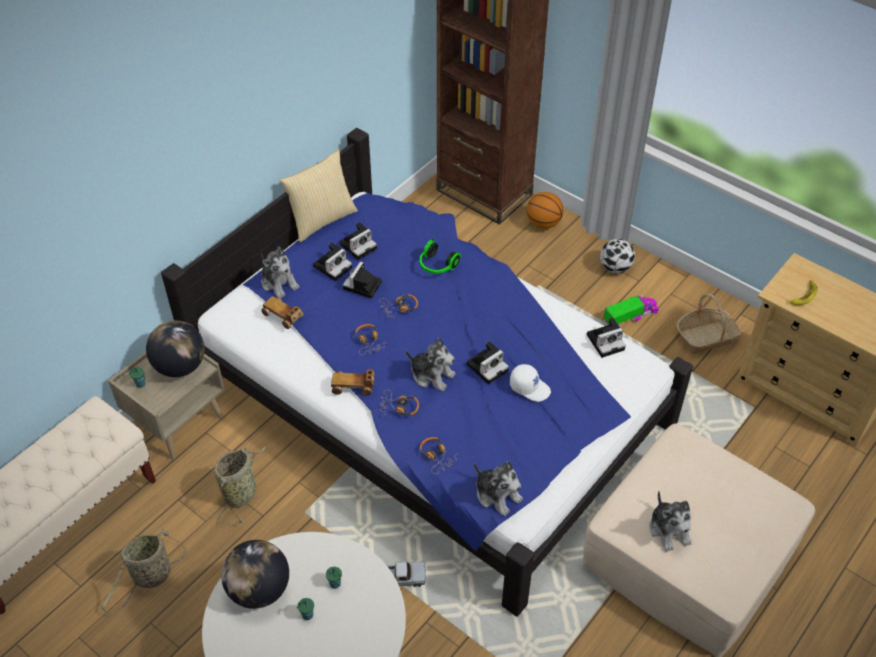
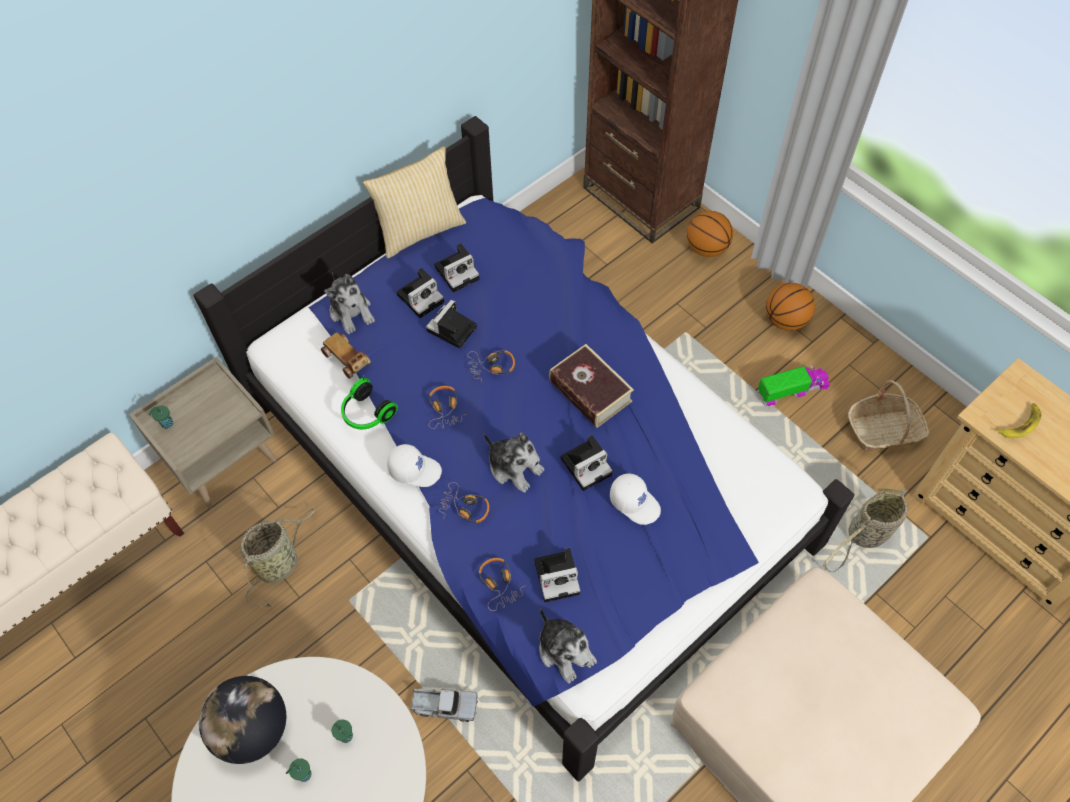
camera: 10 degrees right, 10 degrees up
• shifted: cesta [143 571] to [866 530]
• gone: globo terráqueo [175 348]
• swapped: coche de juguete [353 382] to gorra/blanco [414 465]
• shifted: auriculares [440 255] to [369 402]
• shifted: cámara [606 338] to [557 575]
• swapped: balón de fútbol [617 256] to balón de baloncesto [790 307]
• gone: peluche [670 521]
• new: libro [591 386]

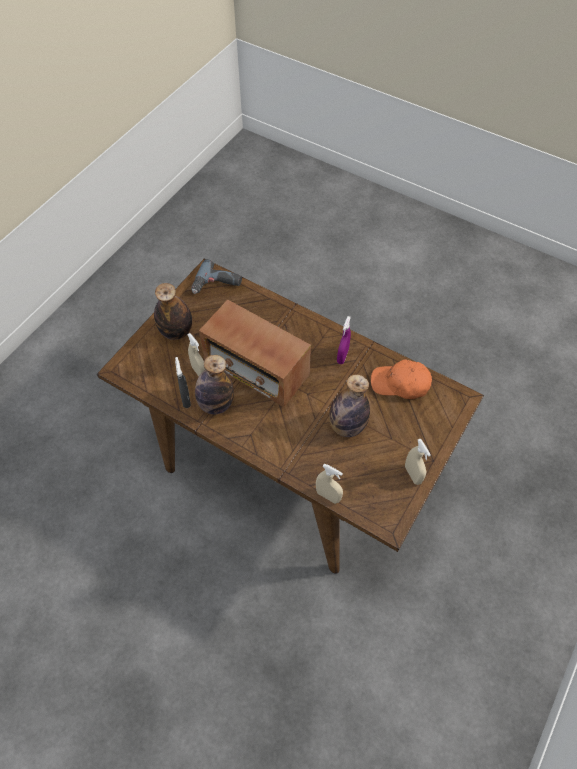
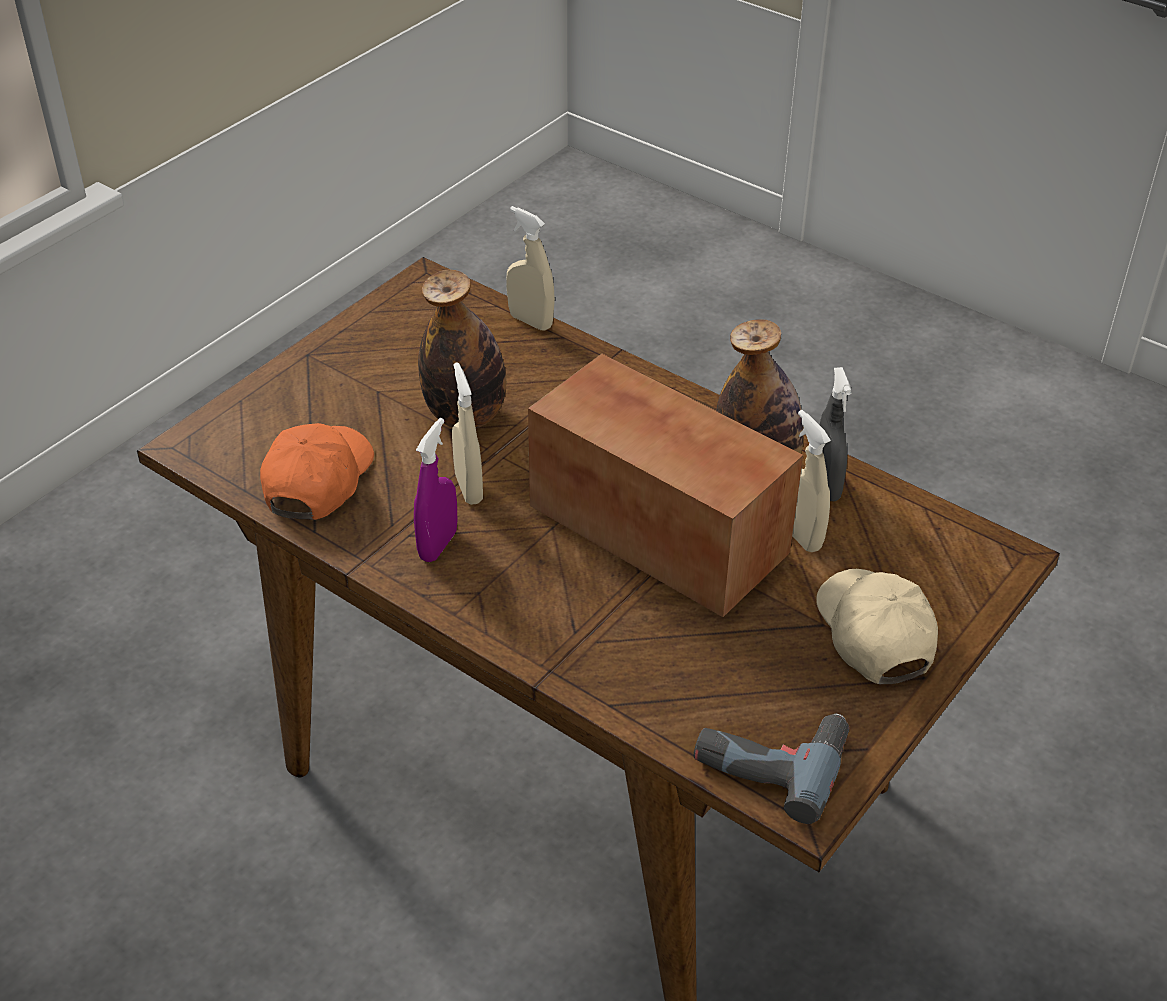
camera: 175 degrees left, 15 degrees down
• swapped: botella [173 311] to gorra/beis [877 626]
• rotated: gorra/naranja [401 379] = [317 471] 90 degrees counterclockwise
• shifted: pulverizador/beis [418 461] to [467 433]

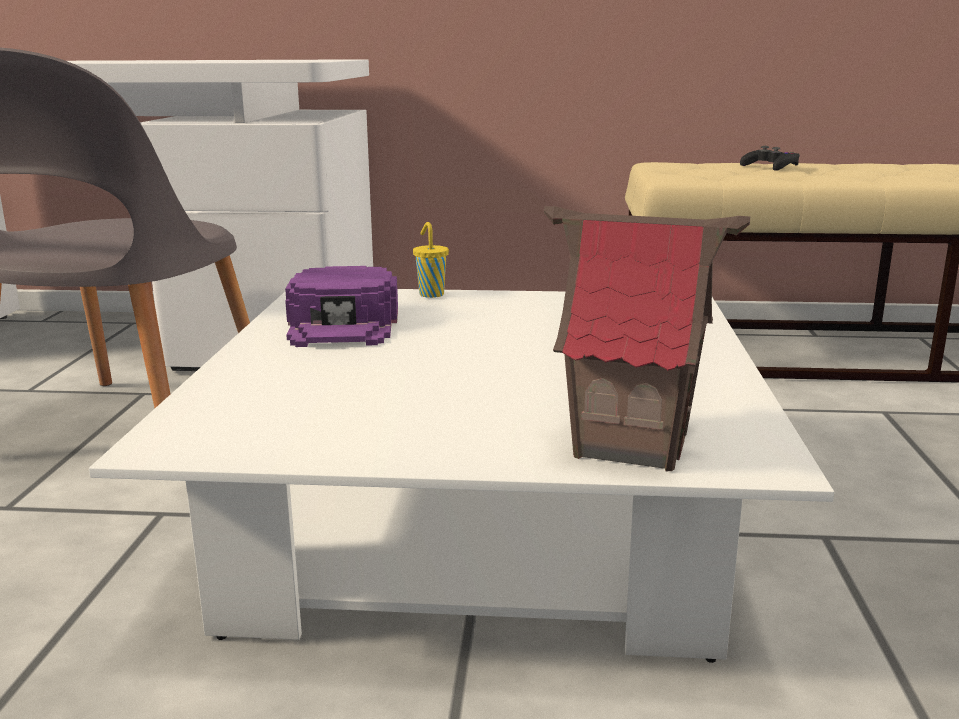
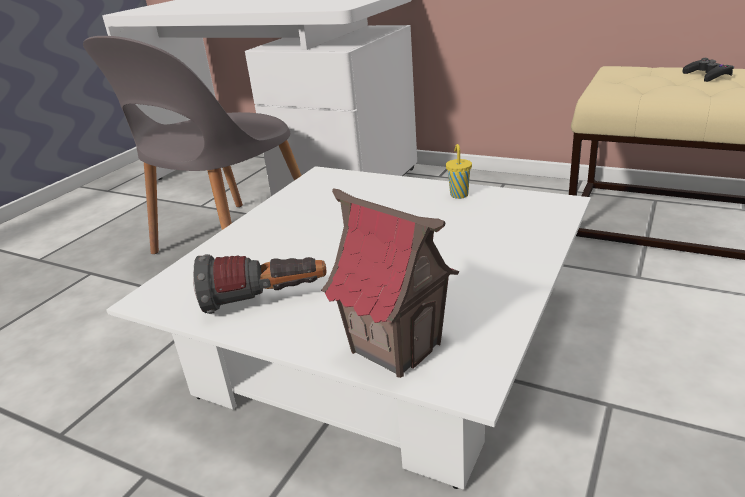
camera: 25 degrees right, 10 degrees up
• gone: gorra/morado [341 306]
• shifted: taza/amarillo [431 260] to [459 171]
• new: linterna [260 284]

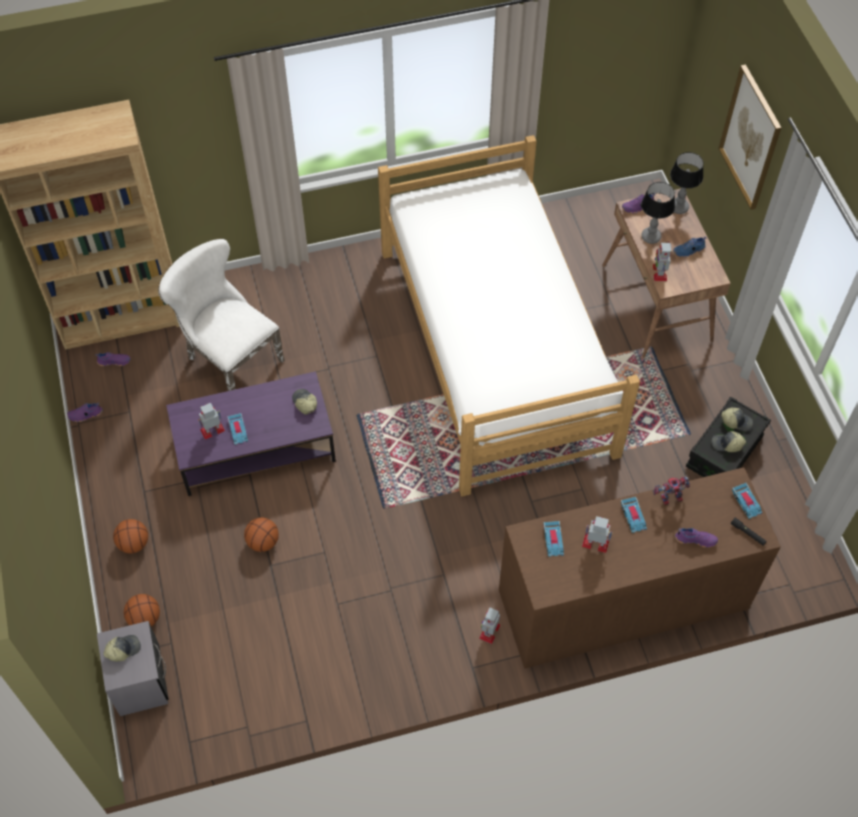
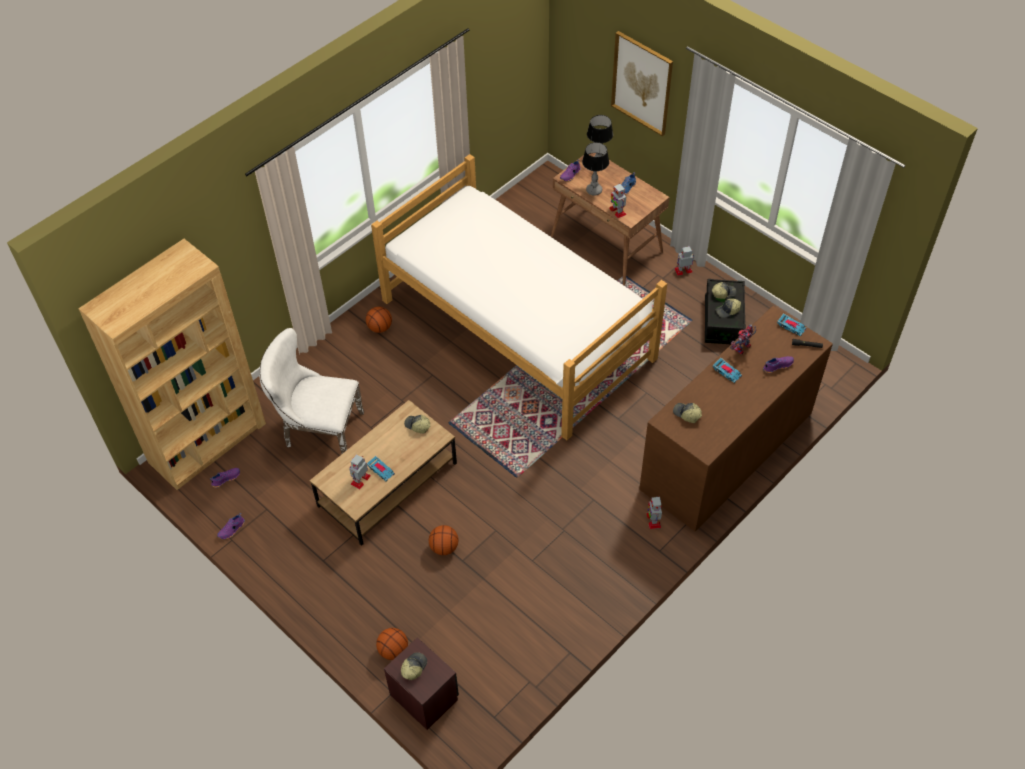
camera: 30 degrees left, 5 degrees down
• repainted: mesita de noche/gris [133 668] to mesita de noche/marrón [421 683]
• shifted: balón de baloncesto [130 536] to [379 320]
• repainted: mesa de centro/morado [251 433] to mesa de centro/marrón [383 473]
• swapped: coche de juguete [554 539] to gorra [687 413]
• shifted: robot de juguete [597 534] to [684 261]

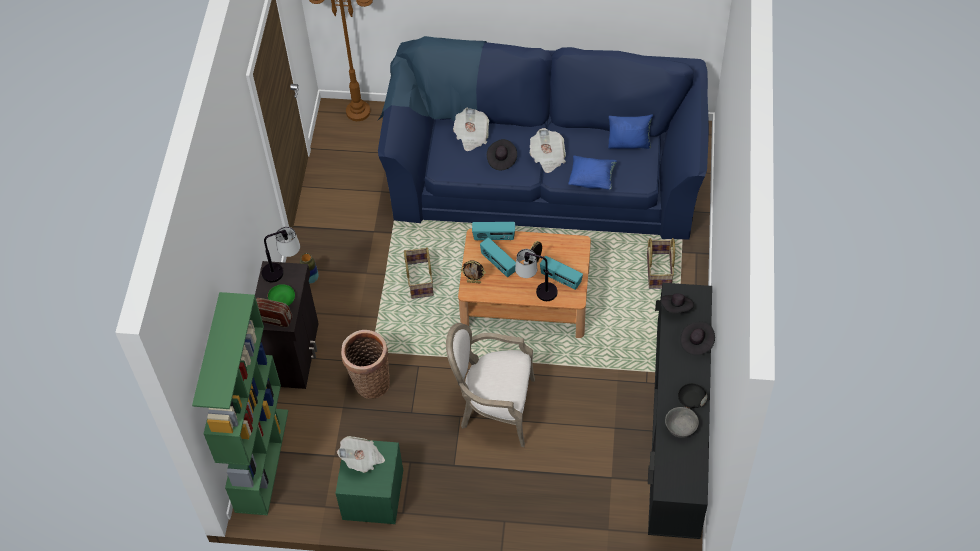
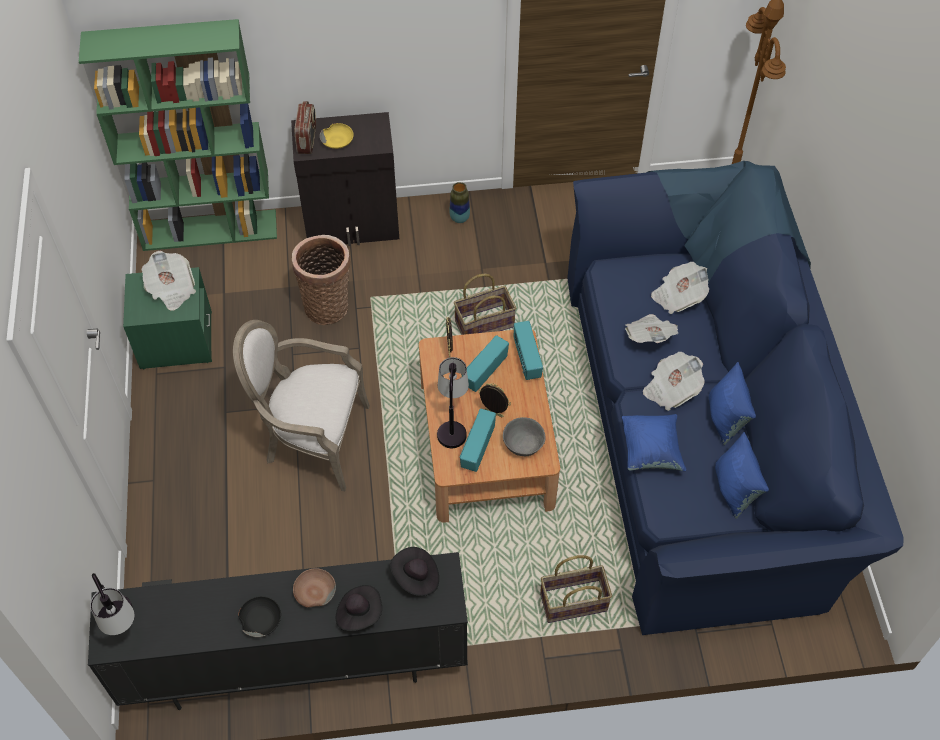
camera: 75 degrees right, 0 degrees up
• shifted: lámpara de mesa [280 254] to [112 604]
• repainted: cuenco/verde [281 295] to cuenco/amarillo [337 136]
• rotated: sillón [490 385] = [301 405] 75 degrees counterclockwise
• swapped: sombrero/negro [502 154] to periódico [651 328]
• shifted: cuenco/gris [682 422] to [524 436]
• new: cuenco/marrón [314 587]
• new: cojín/azul [732 403]

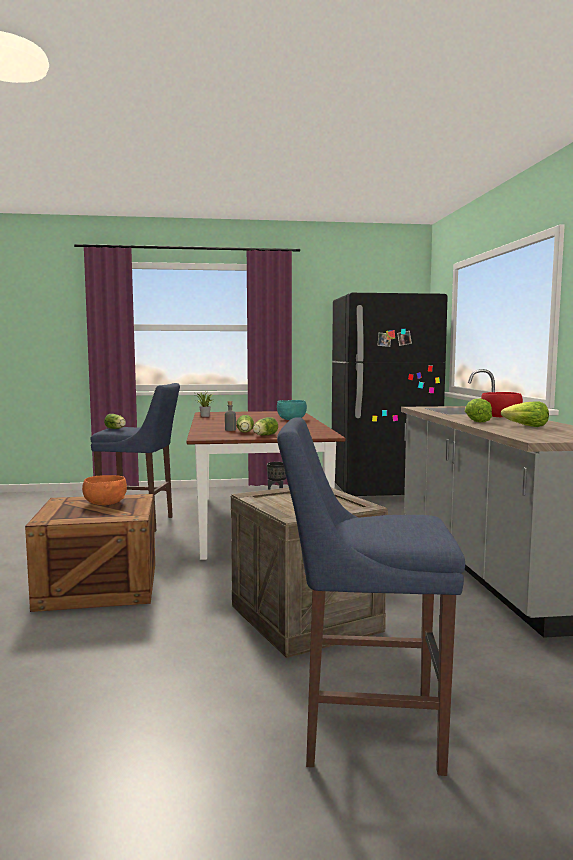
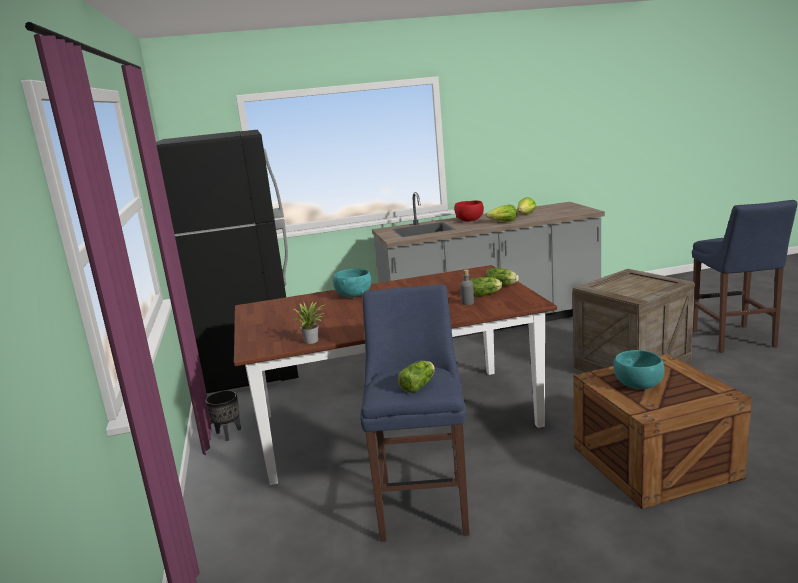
camera: 95 degrees left, 10 degrees up
• repainted: cuenco/naranja [104 490] to cuenco/turquesa [638 369]

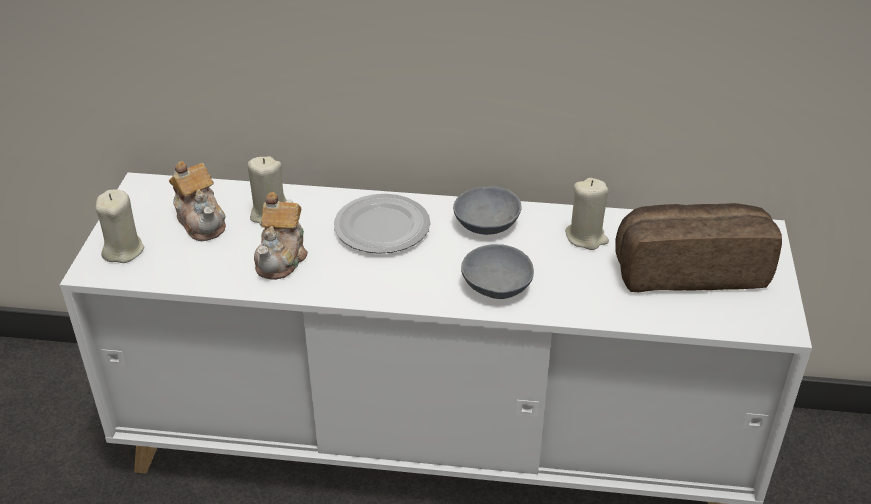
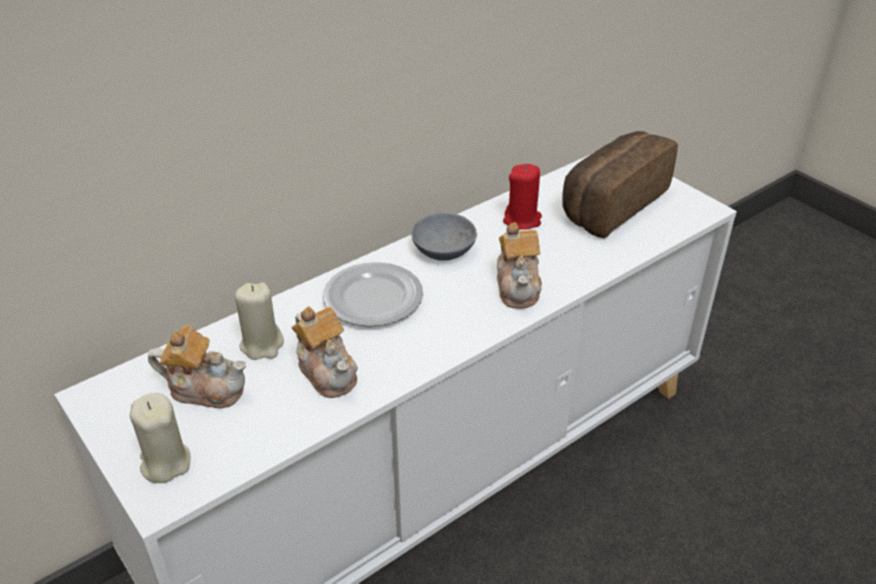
camera: 45 degrees left, 0 degrees up
• swapped: cuenco/gris [497 271] to tetera [519 265]
• repainted: vela/beis [587 214] to vela/rojo [522 197]

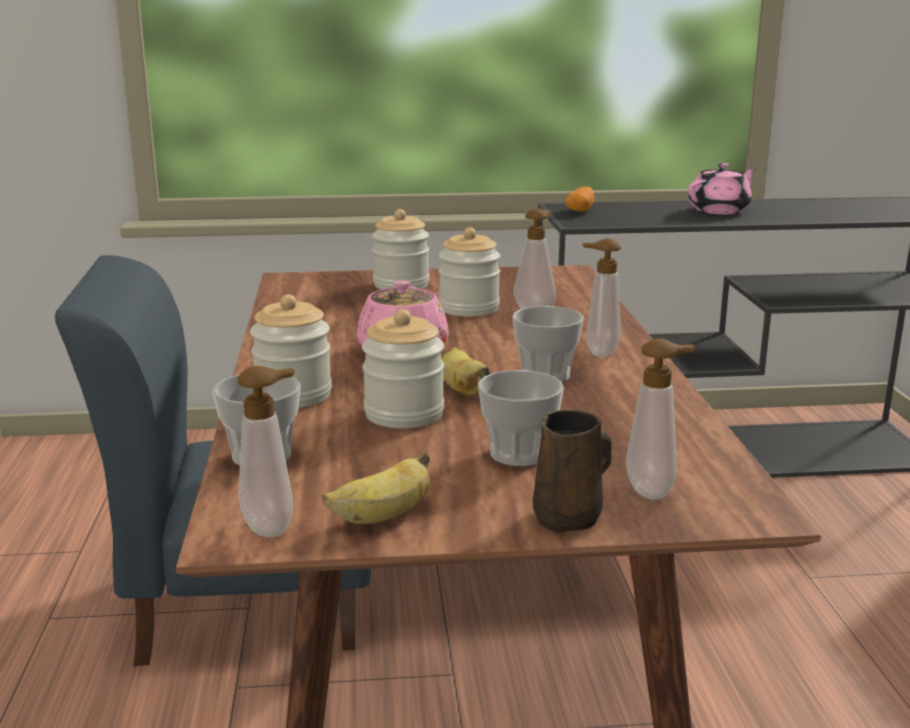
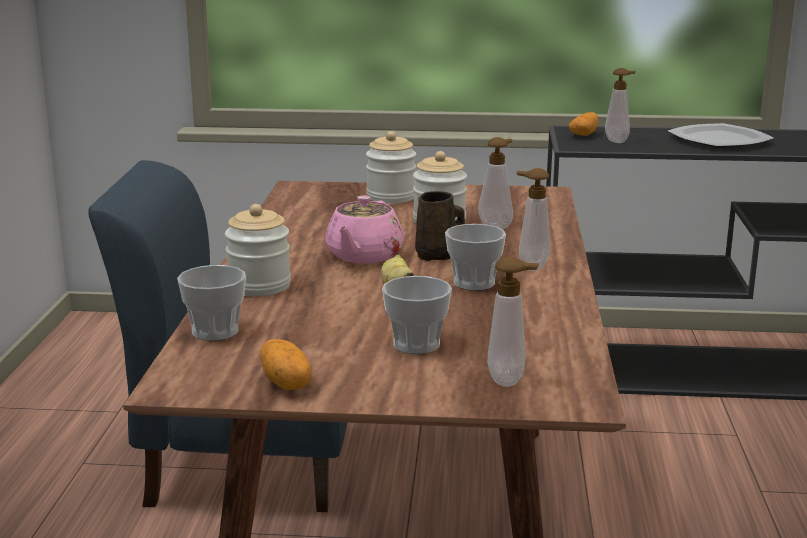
camera: 10 degrees right, 0 degrees up
• shifted: dispensador de jabón [266 451] to [620 105]
• swapped: plátano [376 488] to patata [286 365]
• gone: tarro [403 368]
• shifted: taza grande/marrón [572 471] to [440 226]
• swapped: tetera/rosa [723 188] to plato [721 135]

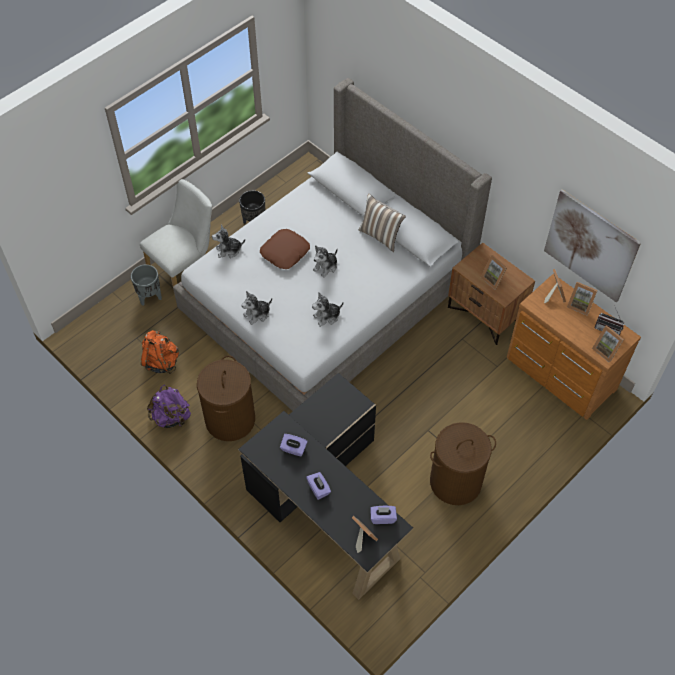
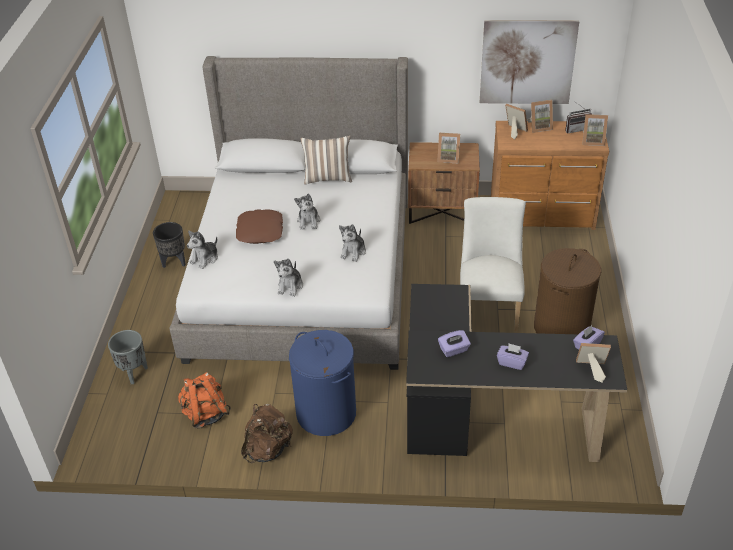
camera: 40 degrees left, 15 degrees down
• shifted: silla/blanco [176 233] to [493 264]
• repainted: mochila/morado [169 406] to mochila/marrón [267 433]
• repainted: cesto de la ropa/marrón [226 398] to cesto de la ropa/azul [322 383]

